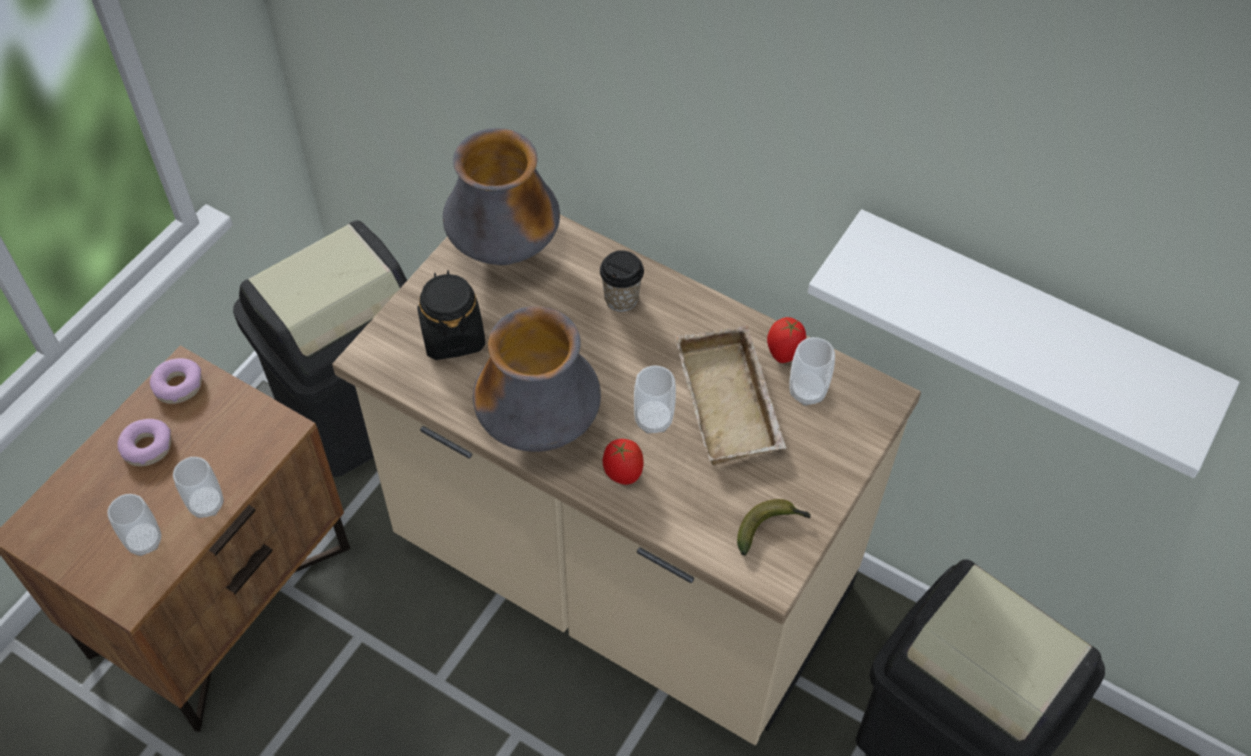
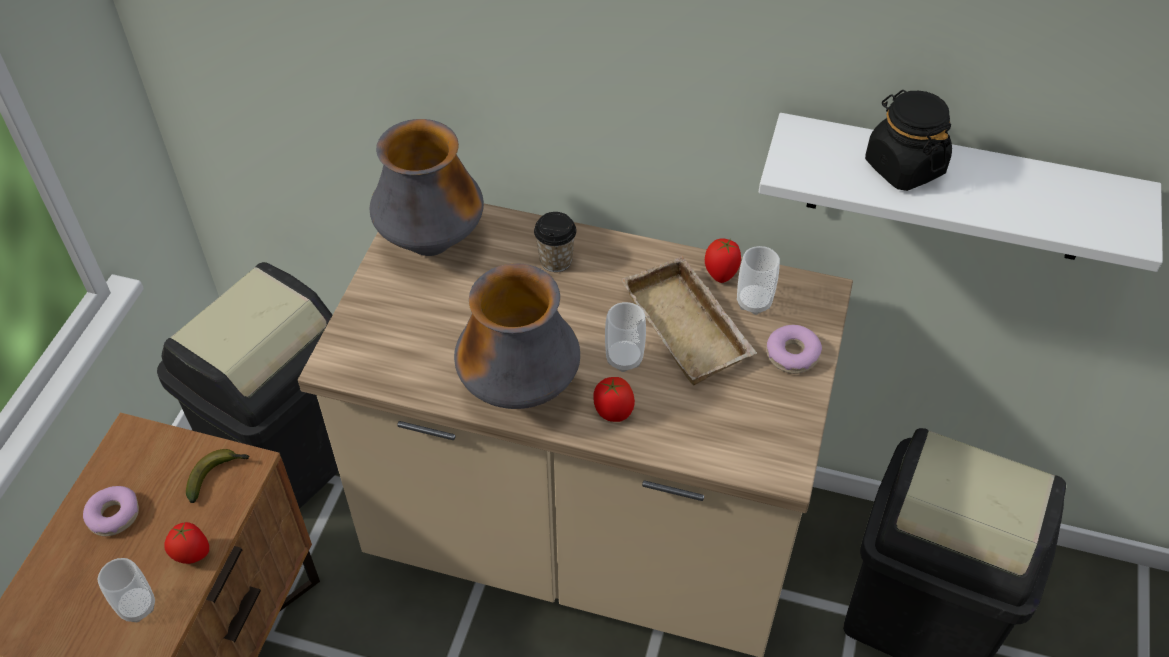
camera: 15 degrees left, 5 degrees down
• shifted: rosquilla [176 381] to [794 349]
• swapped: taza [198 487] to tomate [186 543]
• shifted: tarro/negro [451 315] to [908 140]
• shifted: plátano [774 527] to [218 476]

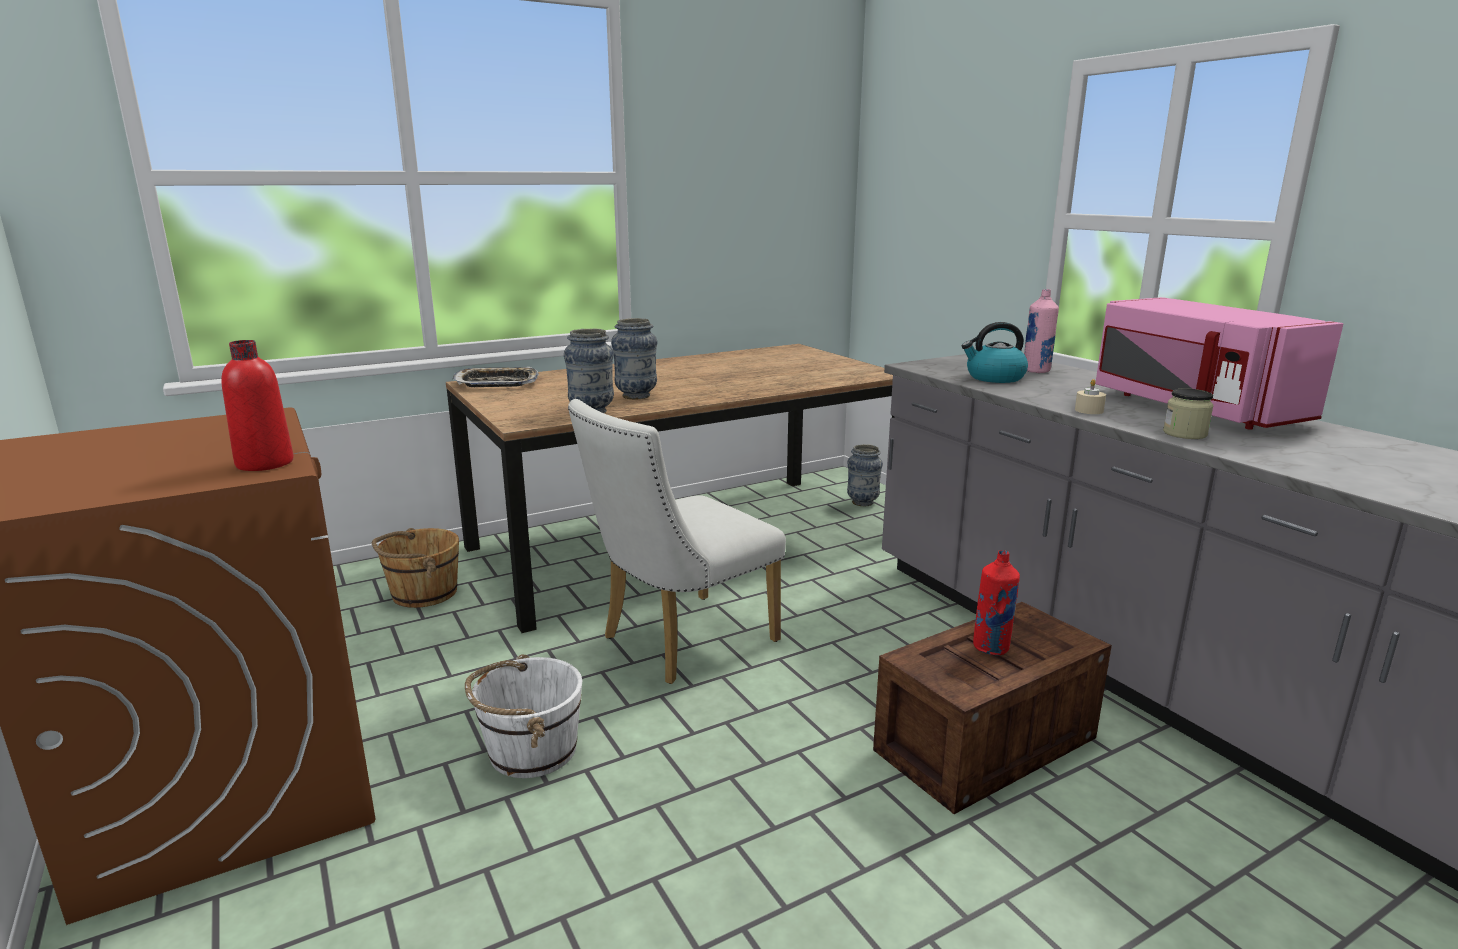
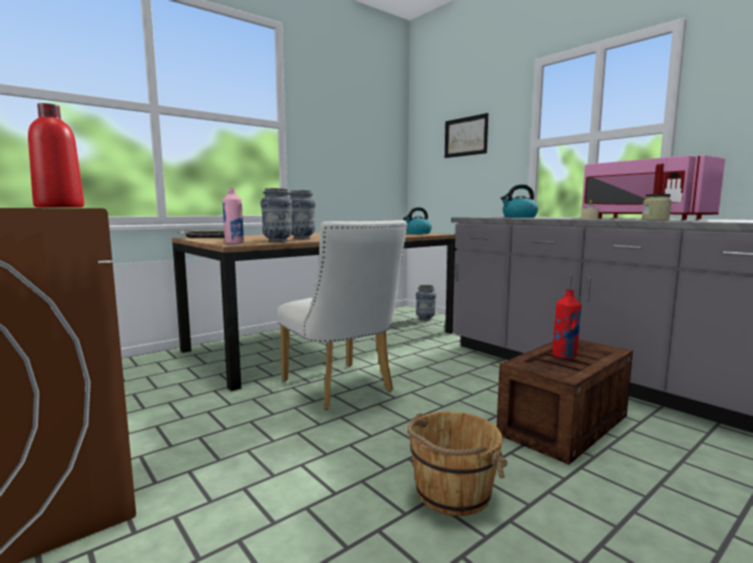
camera: 10 degrees left, 10 degrees down
• shifted: cubo/marrón [415 568] to [457 464]
• gone: cubo/blanco [523 716]
• rotated: silla/blanco [677 541] = [342 315] 75 degrees counterclockwise
• shifted: botella/rosa [1041 331] to [233 216]
• new: hervidor [417 220]
• new: cuadro [466 135]

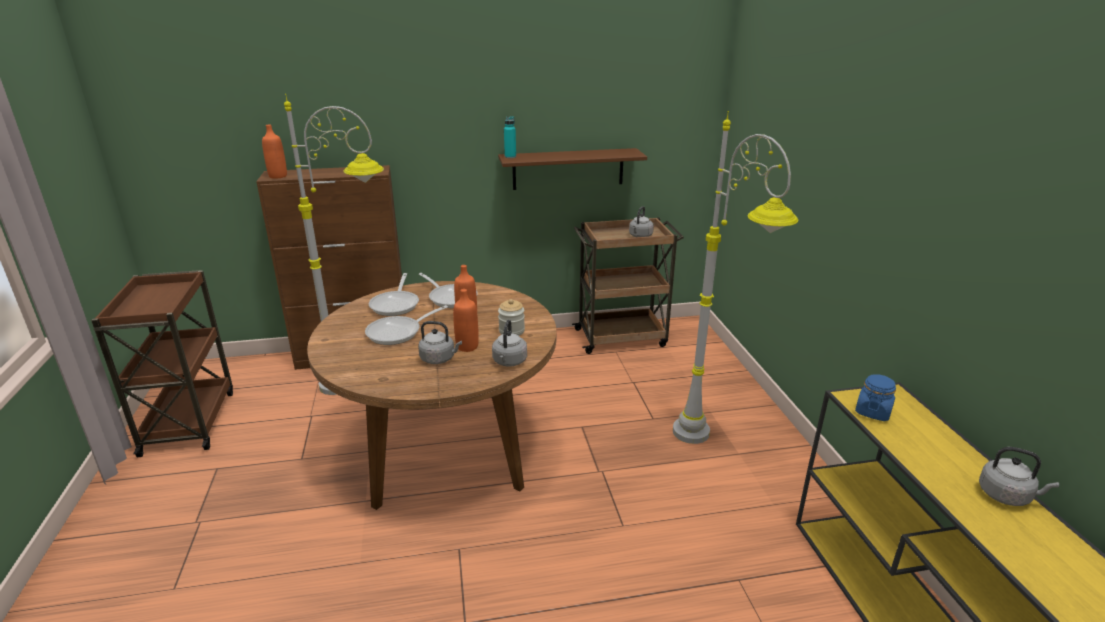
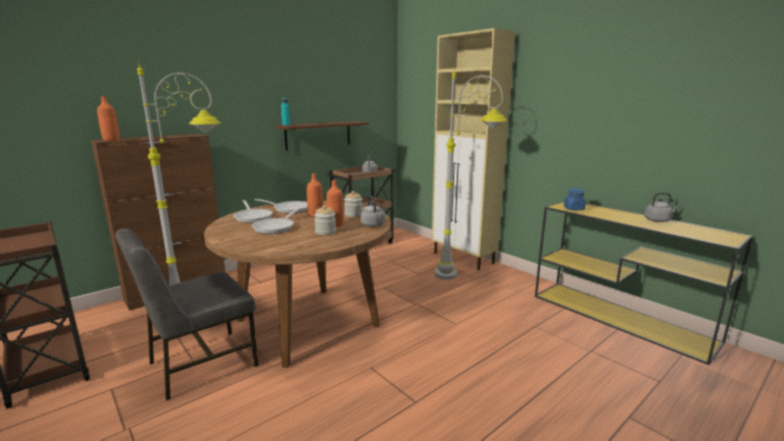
camera: 30 degrees left, 10 degrees down
• swapped: hervidor/gris [440 342] to tarro [325 220]
• new: silla/gris [187 314]
• new: armario/beis [473 149]

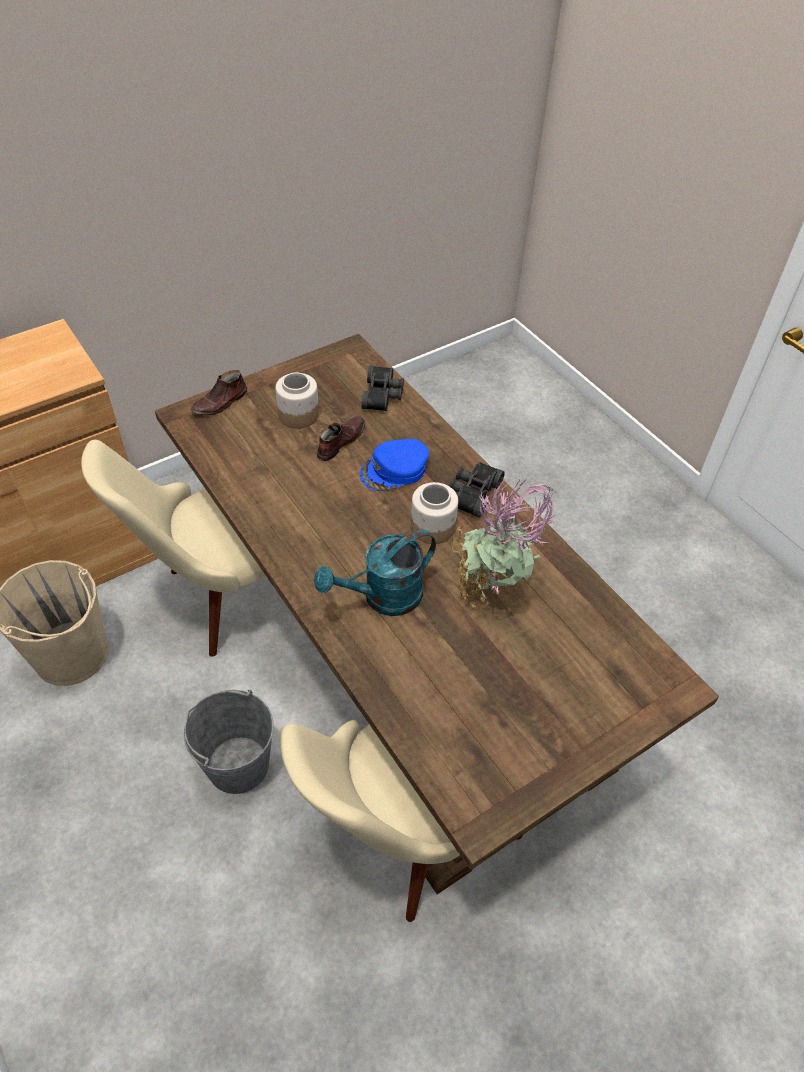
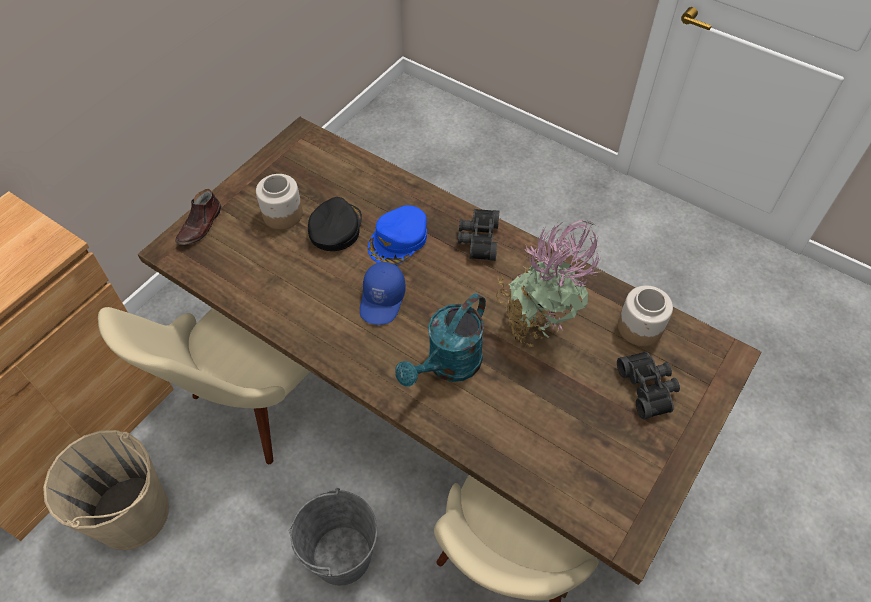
camera: 20 degrees left, 5 degrees up
• swapped: zapato/marrón [341 438] to gorra/negro [335 224]
• shifted: prismáticos/negro [382 388] to [648 385]
• shifted: tarro [434 513] to [645 315]
• new: gorra/azul [383 293]

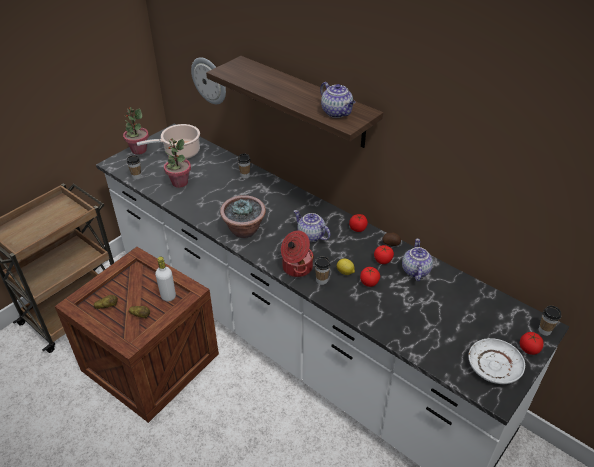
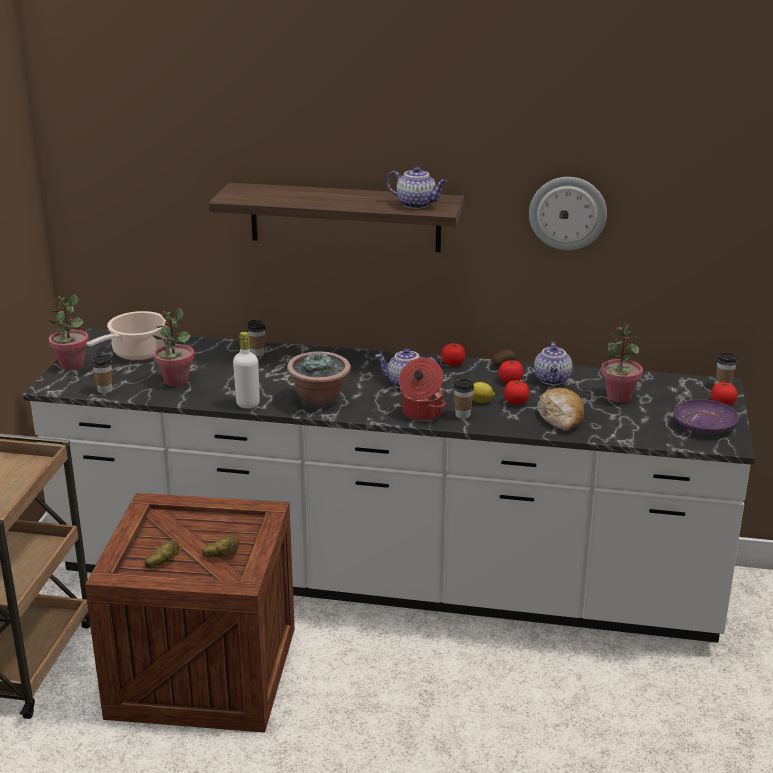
camera: 30 degrees left, 15 degrees down
• shifted: botella/blanco [165 279] to [246 370]
• shifted: reloj de pared [208 80] to [568 213]
• rotated: tetera [417 259] = [553 363] 150 degrees counterclockwise
• repainted: plato/blanco [496 361] to plato/morado [706 416]
• new: pan [560 409]
• new: planta en maceta [622 361]

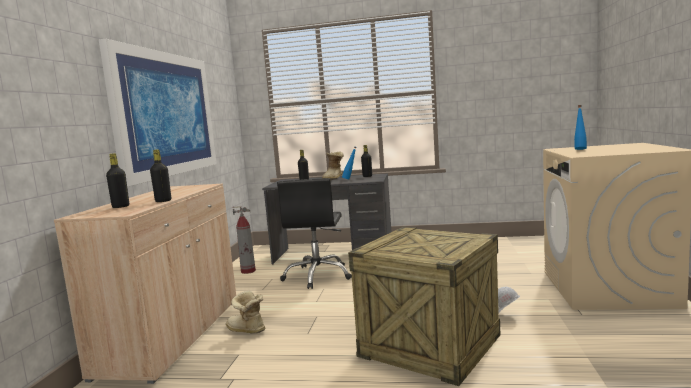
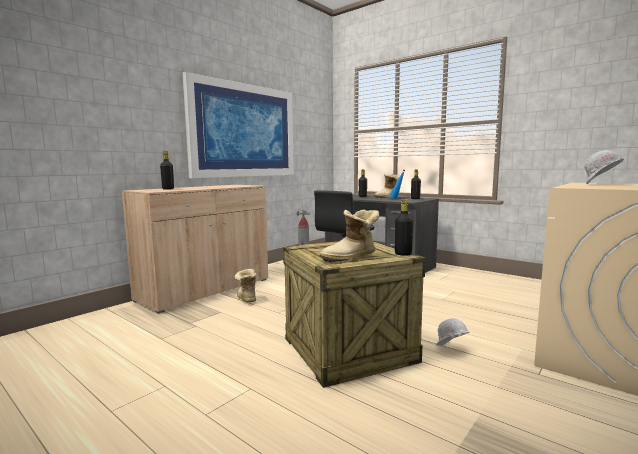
camera: 30 degrees right, 0 degrees up
• shifted: botella/negro [160 175] to [404 227]
• swapped: botella/azul [580 127] to casco/blanco [604 167]
• new: bota [349 235]

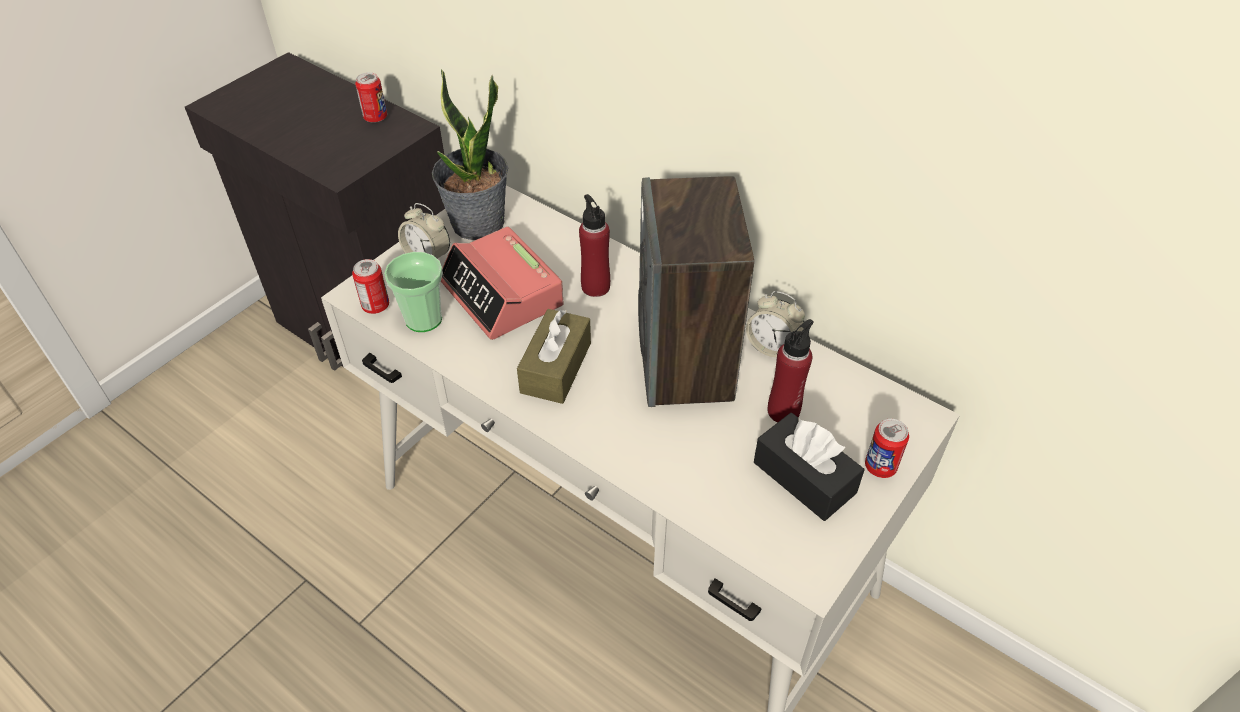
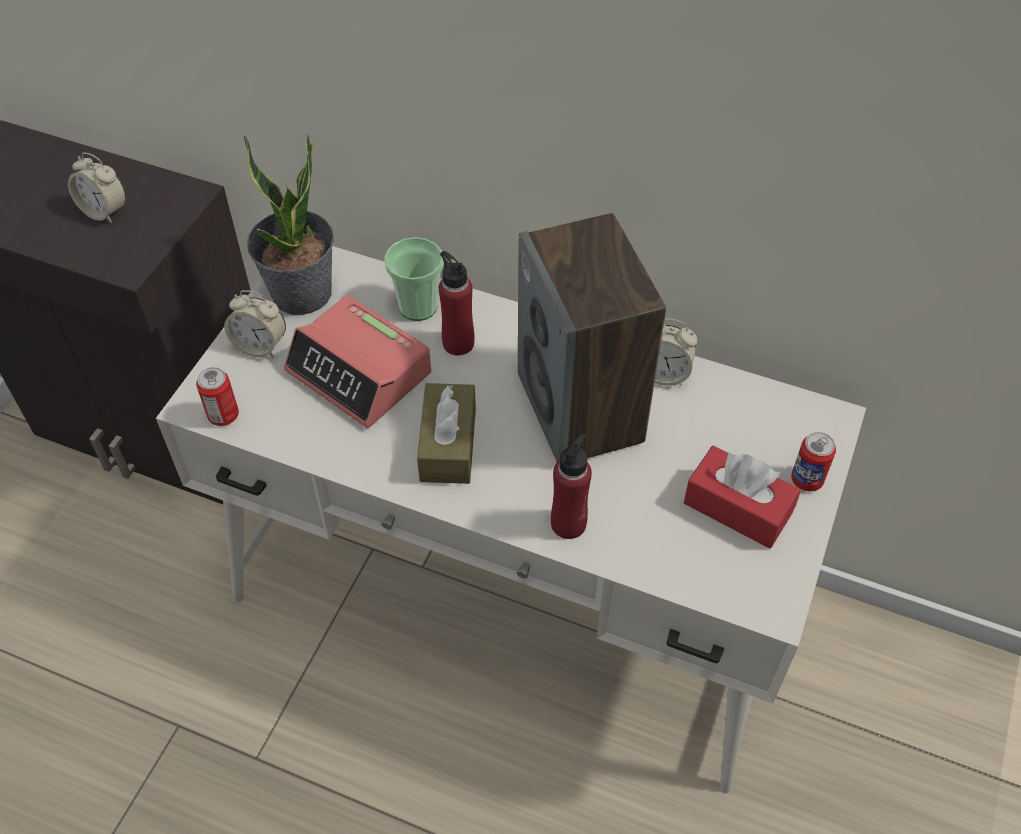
camera: 15 degrees left, 5 degrees up
• gone: lata [371 97]
• shifted: taza [413 292] to [414 279]
• repainted: caja de pañuelos/negro [809 467] to caja de pañuelos/rojo [742 497]
• shifted: botella/rojo [791 370] to [571 486]
• new: despertador [97 187]

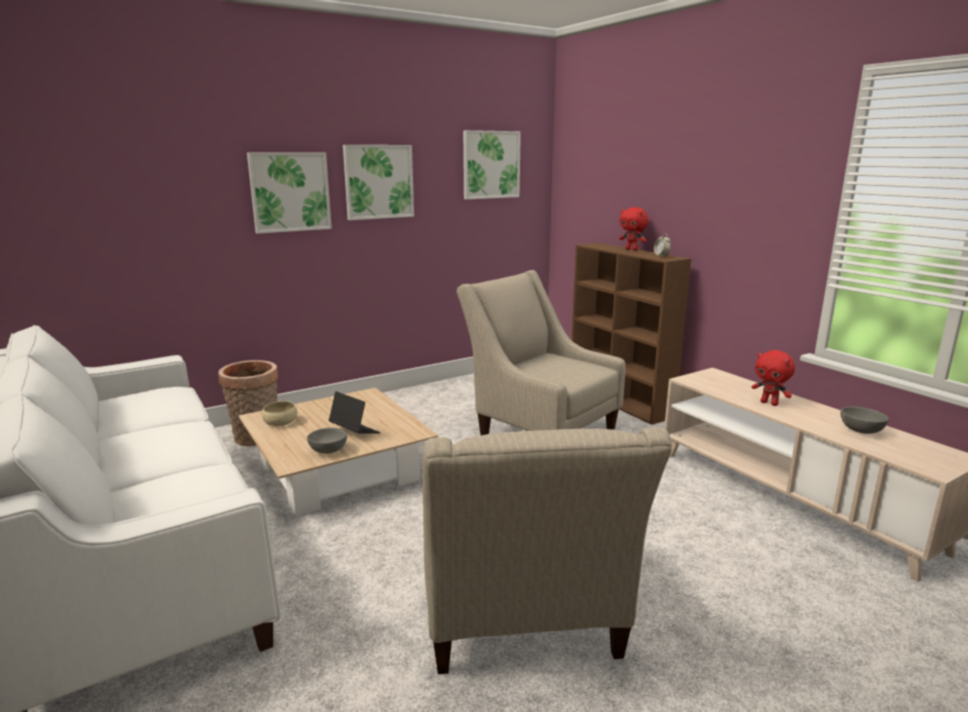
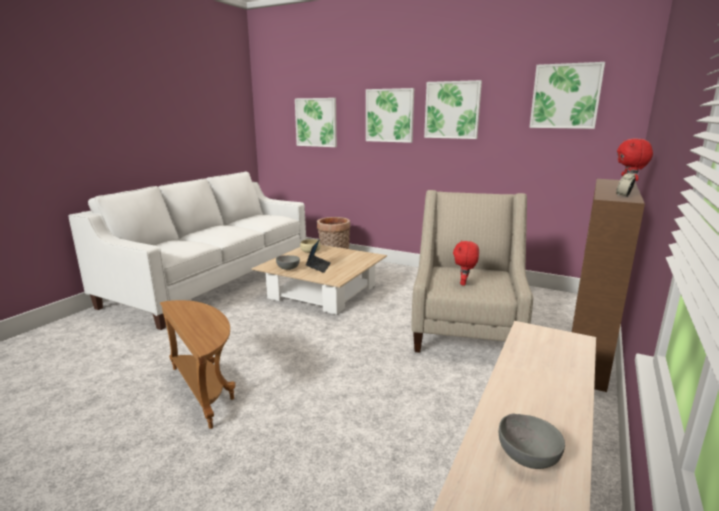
camera: 60 degrees right, 0 degrees up
• swapped: sillón/beis [547 550] to mesa auxiliar/marrón [197 364]
• shifted: peluche/rojo [773 378] to [466 263]
• new: cuadro [316 122]

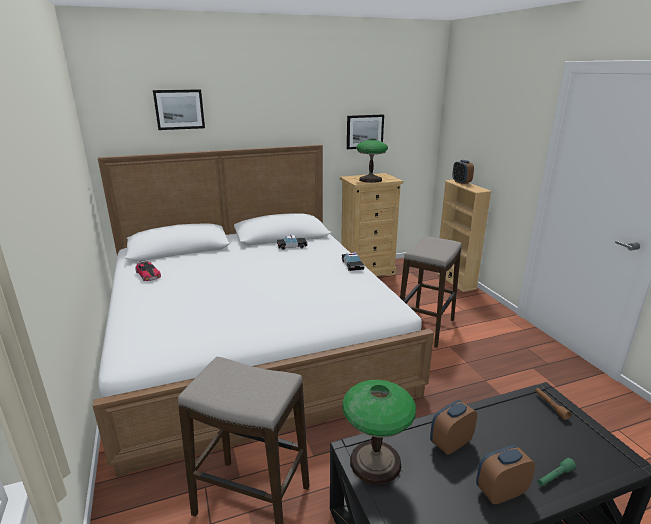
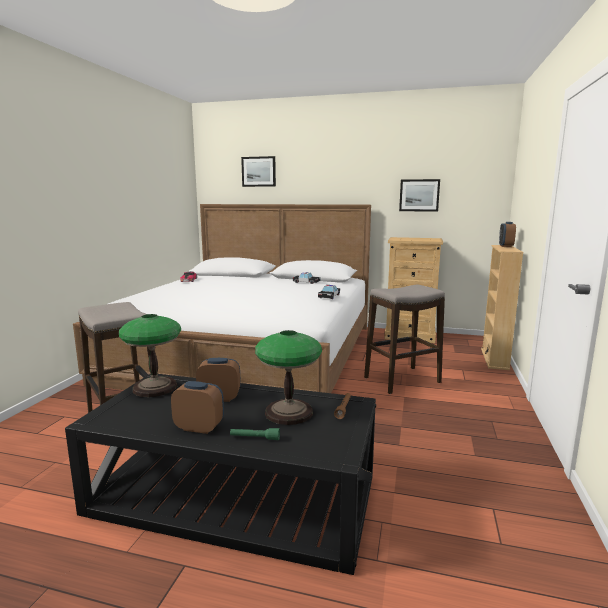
camera: 35 degrees right, 10 degrees down
• shifted: lámpara de mesa [372 161] to [288 377]

